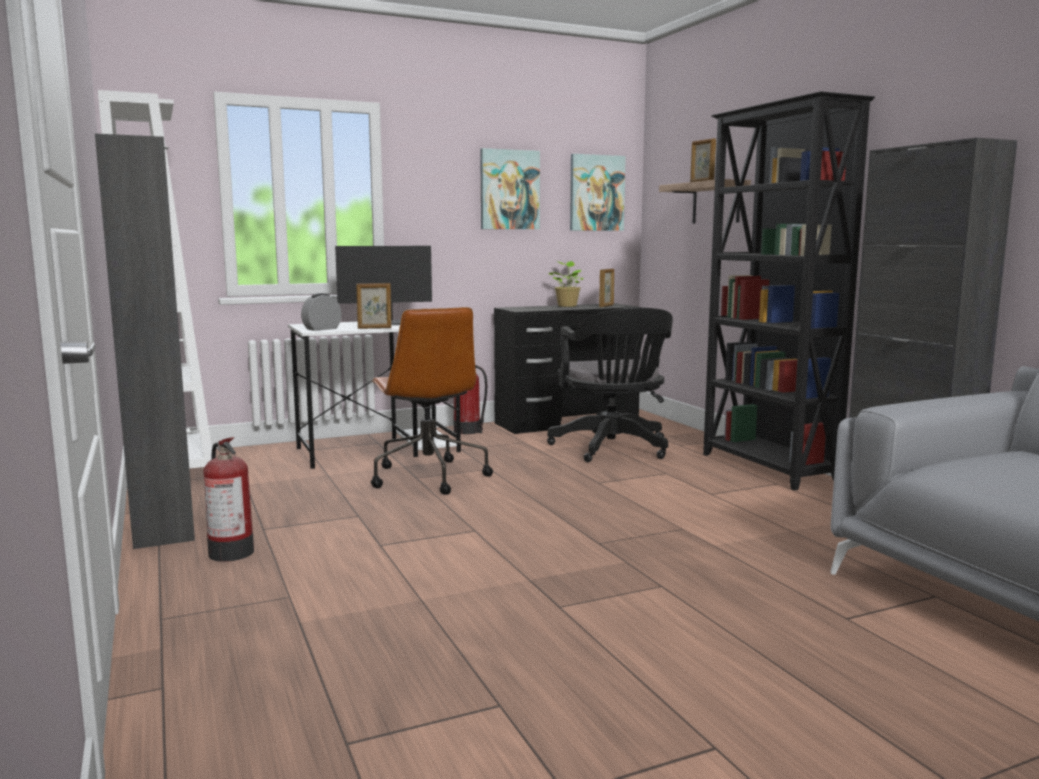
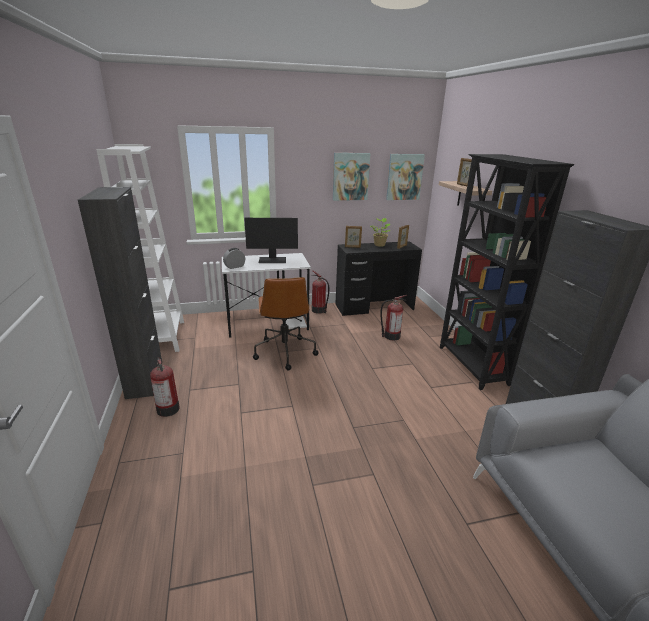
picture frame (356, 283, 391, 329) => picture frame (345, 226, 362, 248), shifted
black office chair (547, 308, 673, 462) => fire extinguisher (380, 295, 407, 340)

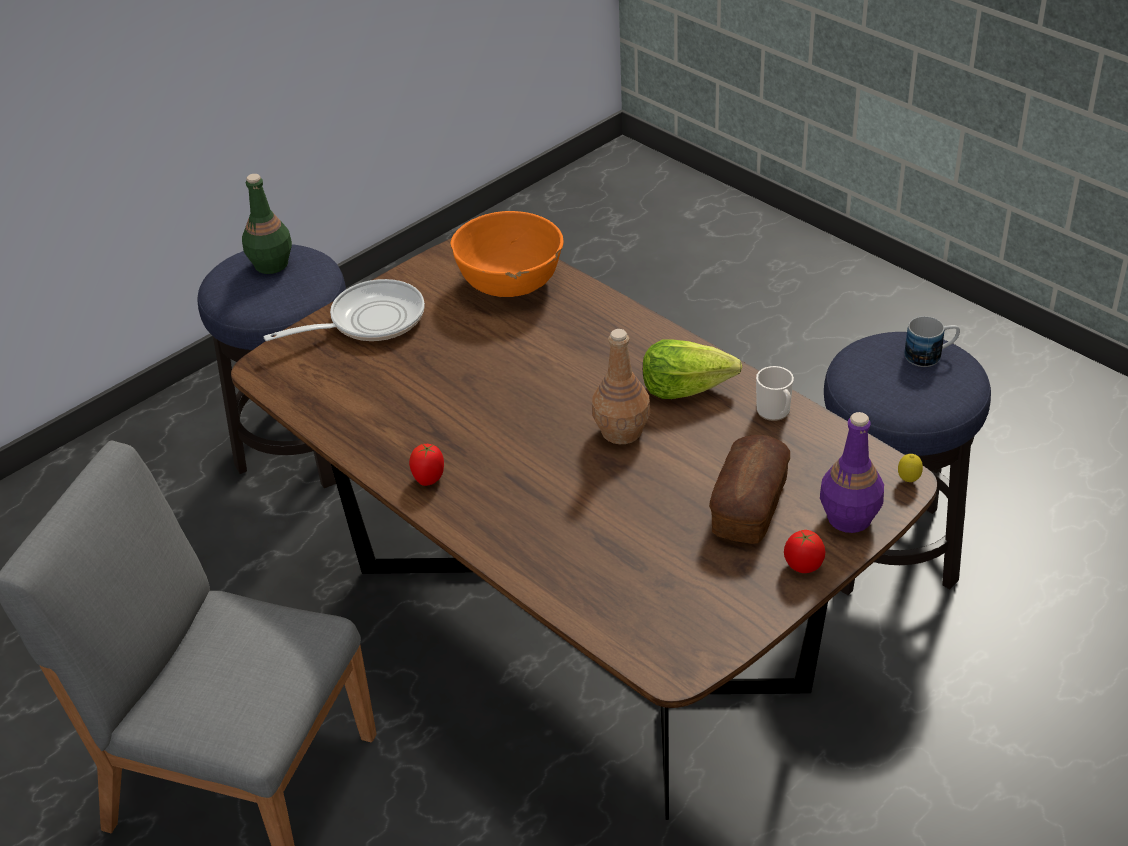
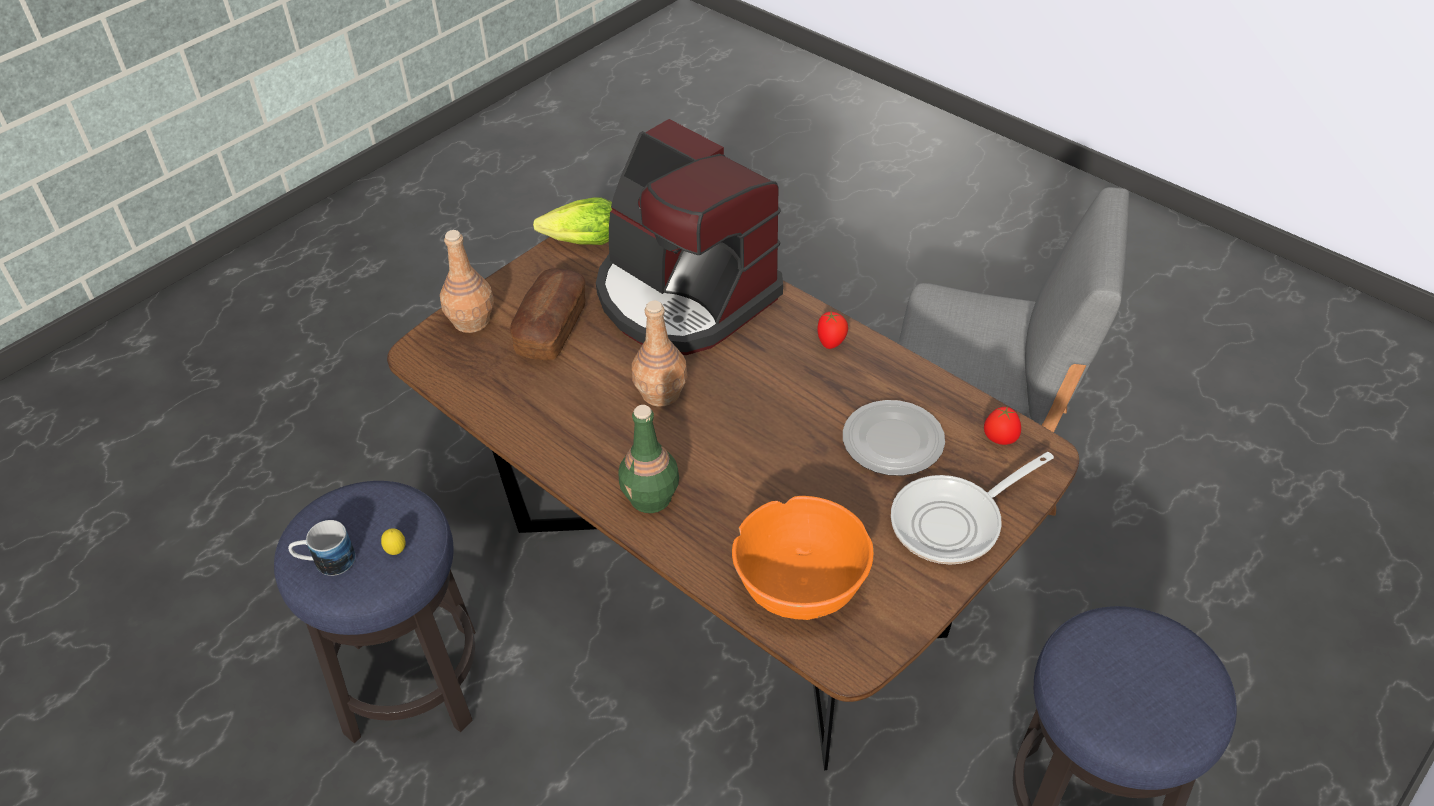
lemon (898, 454, 923, 482) => lemon (381, 528, 406, 555), shifted
purple bottle (820, 412, 884, 533) => brown bottle (440, 230, 494, 333)
lettuce (643, 339, 742, 399) => lettuce (533, 197, 613, 245), shifted
nothing => coffee machine (596, 119, 783, 355)
green bottle (242, 174, 292, 274) => green bottle (618, 405, 679, 513), shifted
nothing => plate (843, 400, 945, 476)
tomato (784, 530, 825, 573) => tomato (984, 406, 1021, 445), shifted
mug (756, 366, 794, 421) => nothing

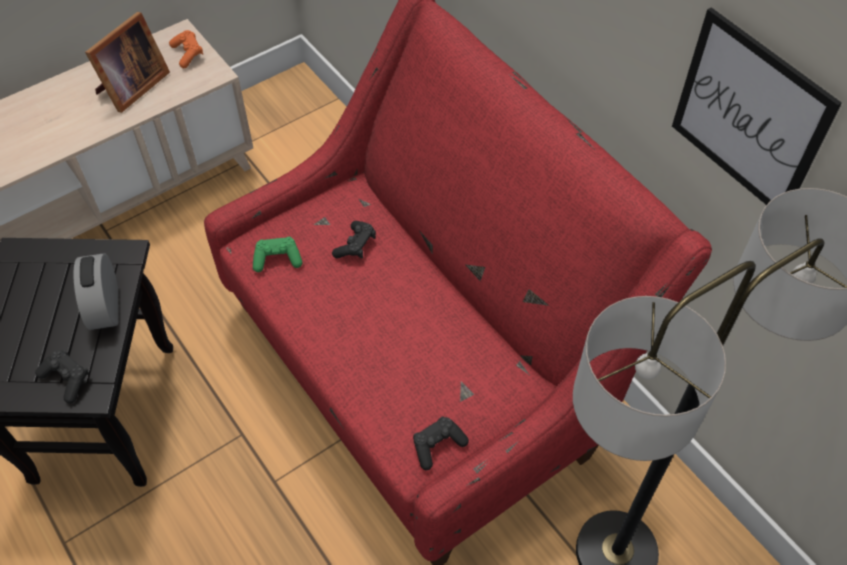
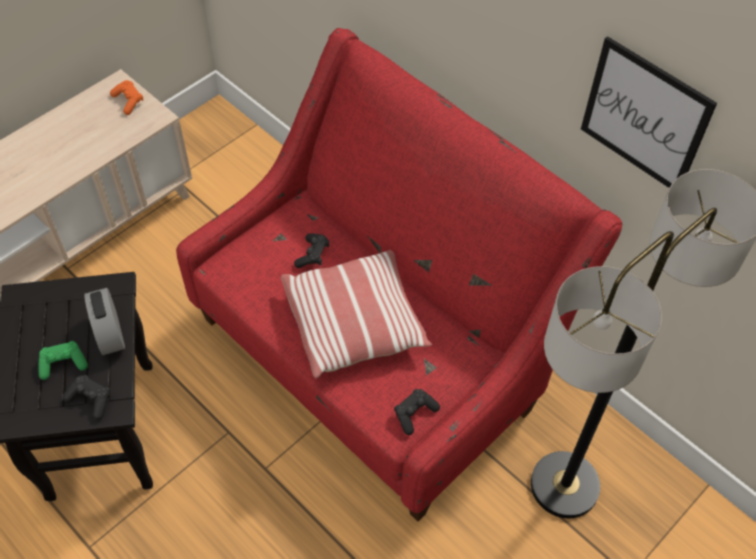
green game controller (253, 237, 303, 272) => green game controller (38, 341, 88, 380), shifted
nothing => pillow (281, 250, 432, 378)
picture frame (85, 12, 170, 113) => nothing

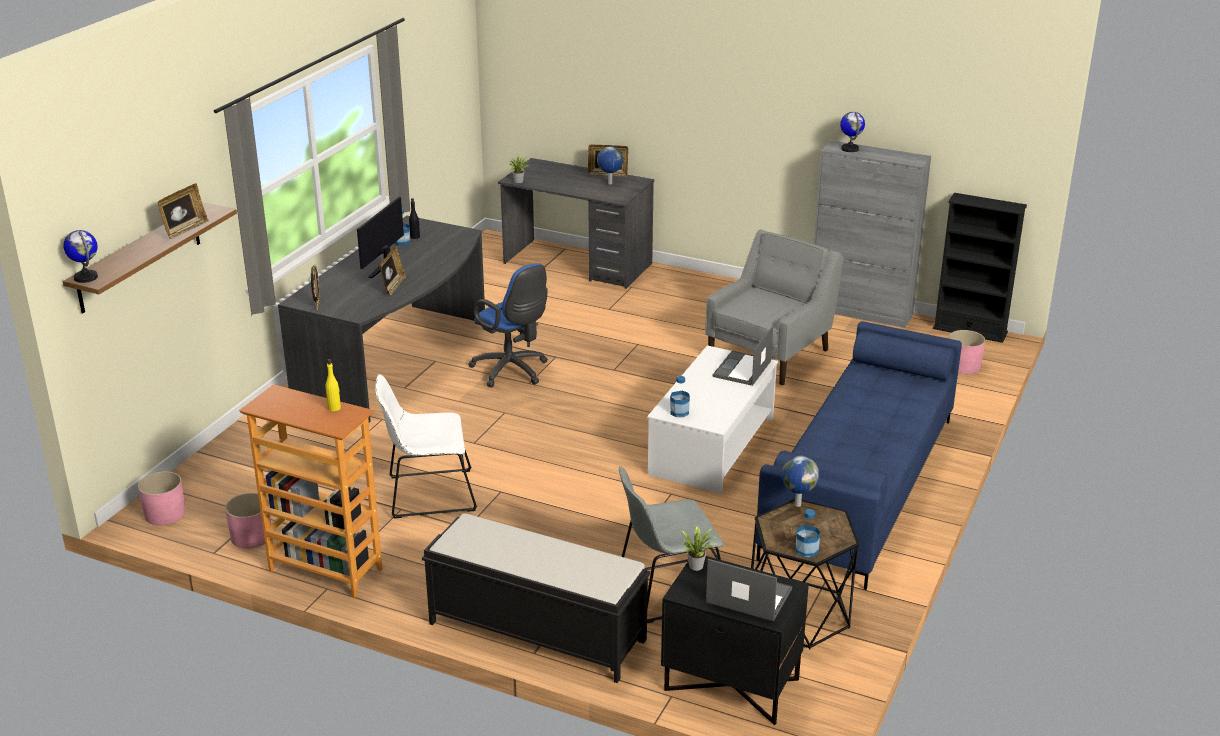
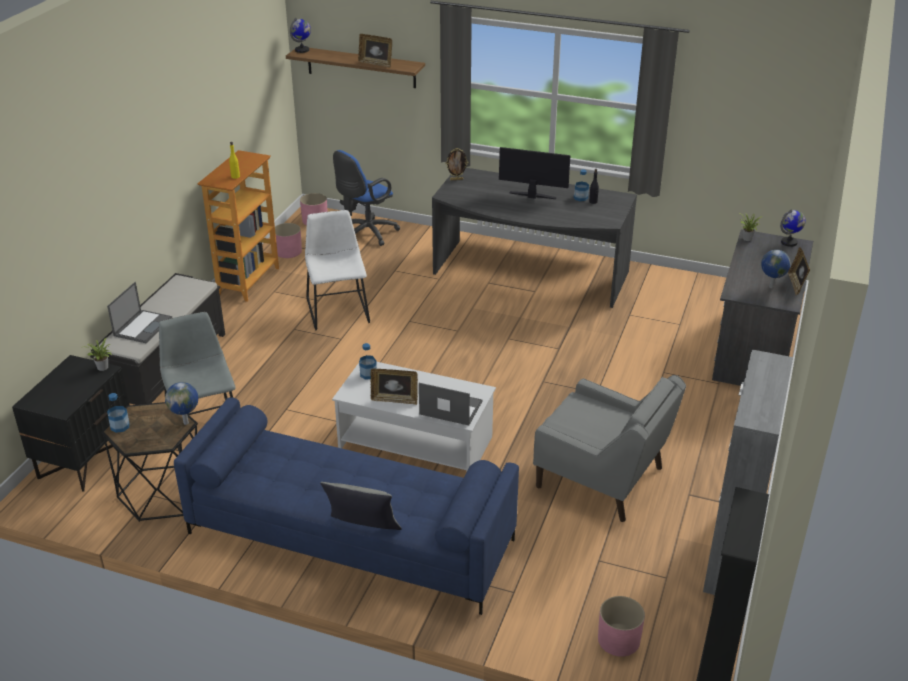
laptop (706, 559, 792, 621) => laptop (107, 282, 172, 343), shifted
nothing => grey pillow (320, 482, 402, 530)
blue office chair (468, 263, 548, 387) => blue office chair (333, 150, 400, 246), shifted
picture frame (379, 245, 407, 296) => picture frame (370, 369, 418, 405), shifted
globe (840, 111, 865, 152) => globe (780, 209, 806, 247), shifted

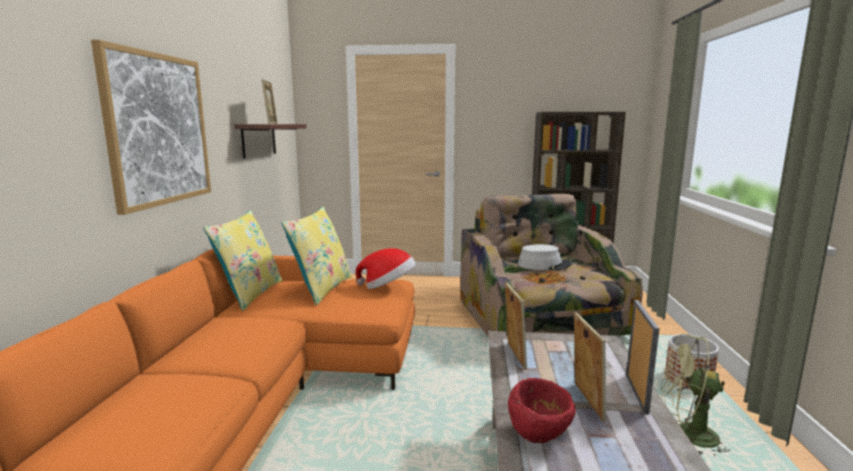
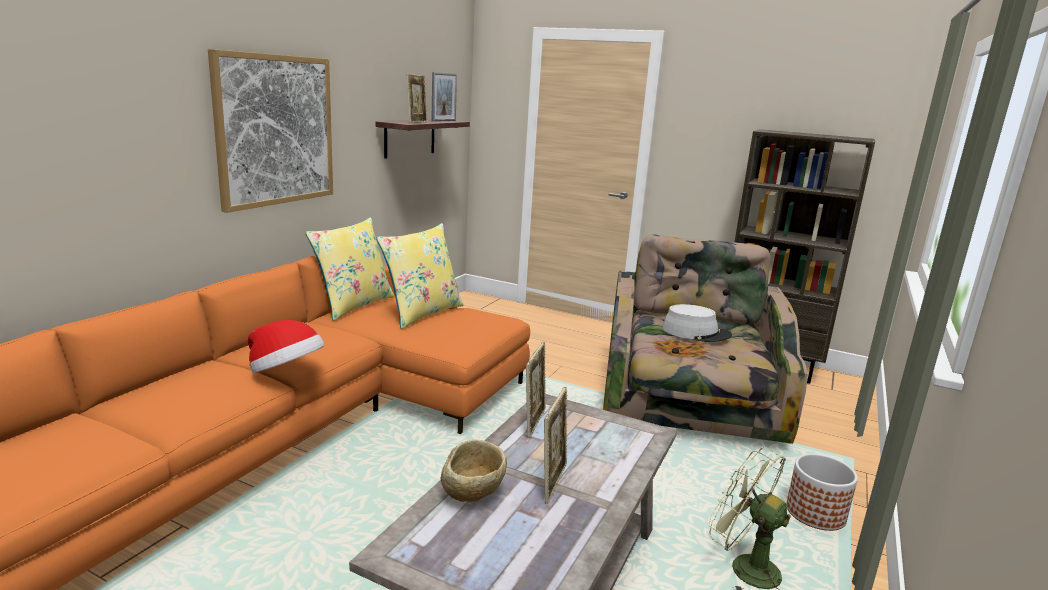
hat (355, 248, 416, 289) => hat (248, 320, 324, 373), shifted
picture frame (626, 300, 659, 415) => picture frame (431, 72, 457, 122), shifted
red bowl (508, 378, 576, 443) => beige bowl (441, 439, 507, 502)

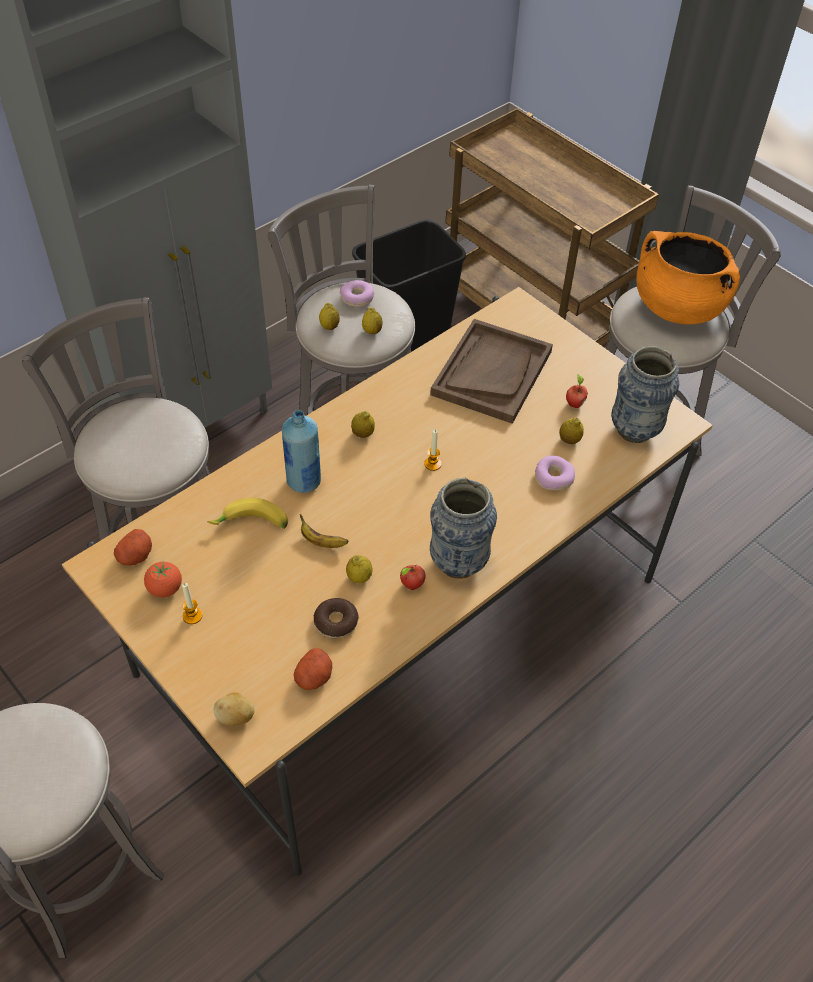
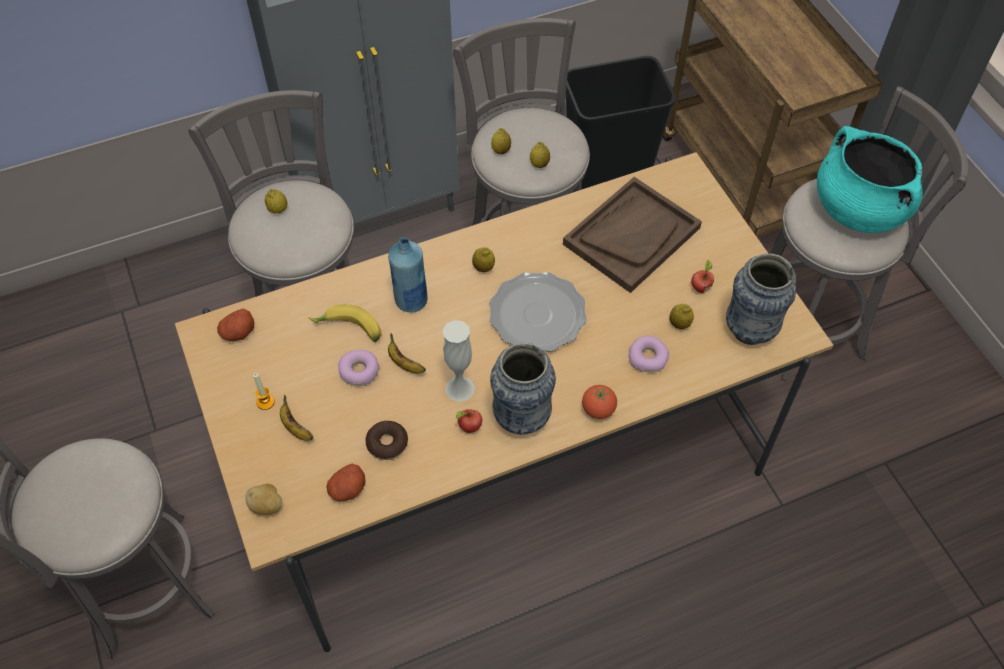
lemon (346, 555, 372, 583) => lemon (265, 189, 288, 214), shifted
nothing => banana (280, 395, 313, 441)
donut (340, 280, 374, 307) => donut (338, 350, 379, 387), shifted
nothing => white vase (443, 320, 475, 402)
candle (424, 429, 442, 471) => plate (489, 272, 587, 352)
tomato (144, 562, 182, 598) => tomato (582, 385, 617, 419), shifted
orange cooking pot (636, 231, 740, 325) => turquoise cooking pot (817, 126, 923, 233)

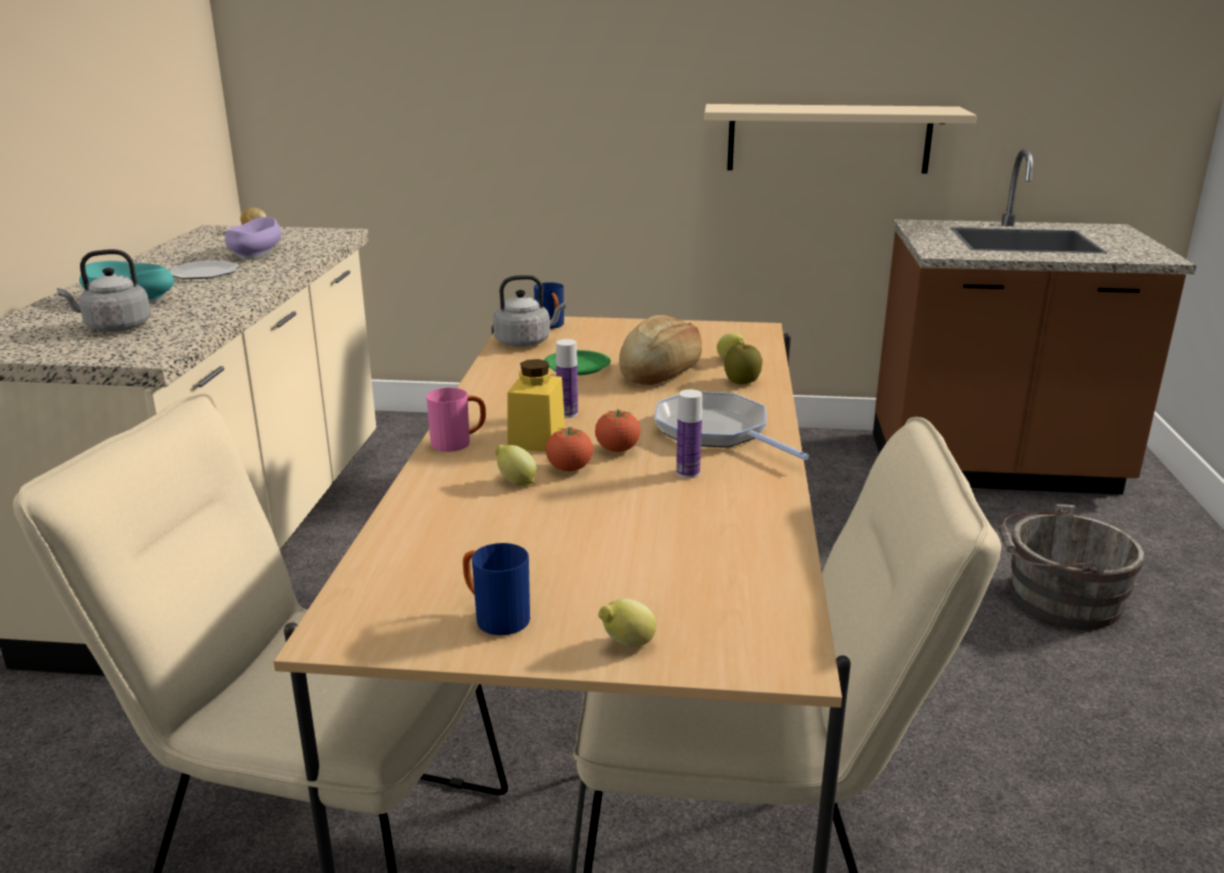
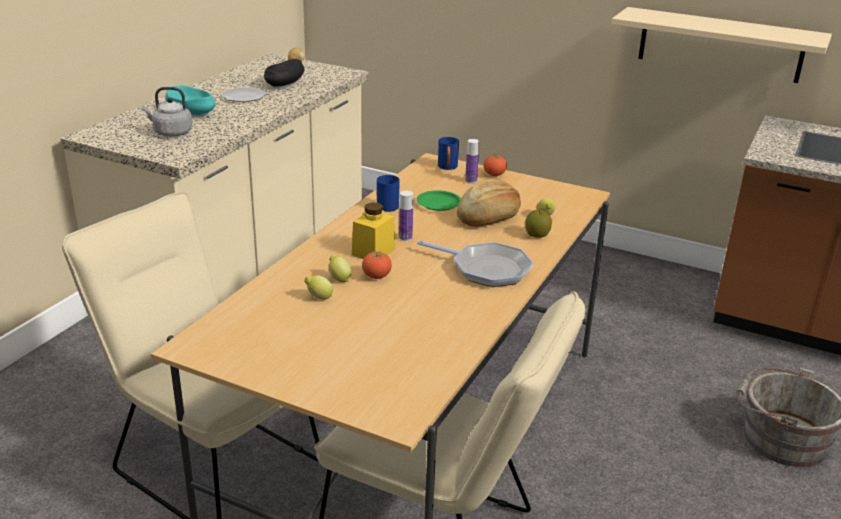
purple bowl (225, 217, 281, 260) => black bowl (264, 59, 304, 89)
lemon (598, 599, 656, 647) => lemon (304, 275, 333, 300), shifted
blue mug (463, 543, 530, 635) => blue mug (377, 175, 400, 212), shifted
frying pan (654, 392, 809, 460) => frying pan (417, 241, 533, 287), 135 degrees clockwise
bottle (676, 389, 702, 478) => bottle (465, 139, 479, 184), shifted
tomato (595, 409, 640, 452) => tomato (483, 155, 507, 176), shifted
pink mug (426, 388, 486, 452) => nothing
grey kettle (493, 275, 566, 347) => nothing

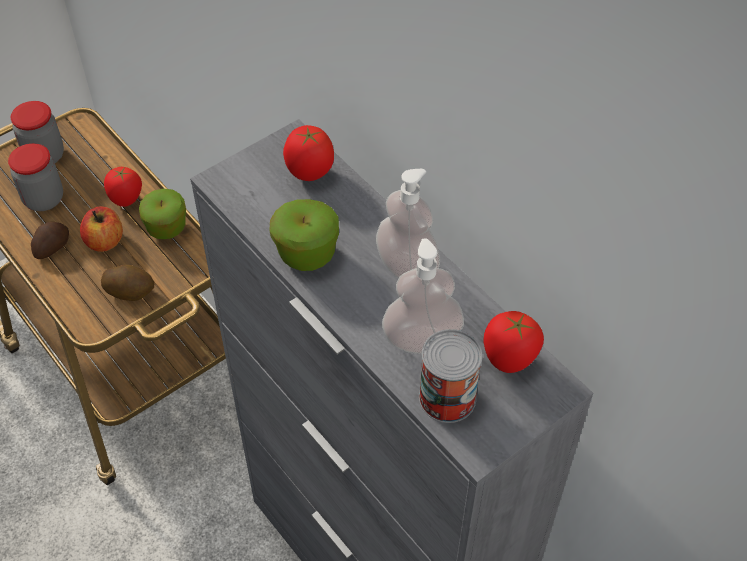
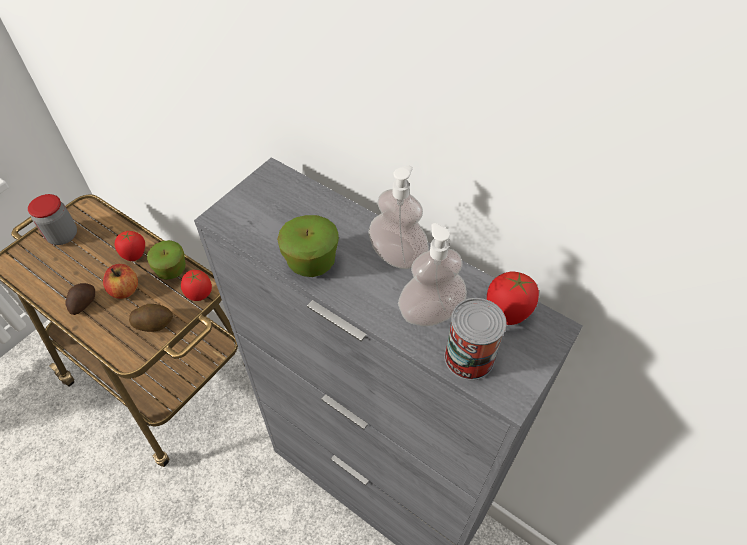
tomato (283, 125, 334, 181) => tomato (181, 270, 212, 301), shifted
jar (8, 143, 63, 211) => nothing

